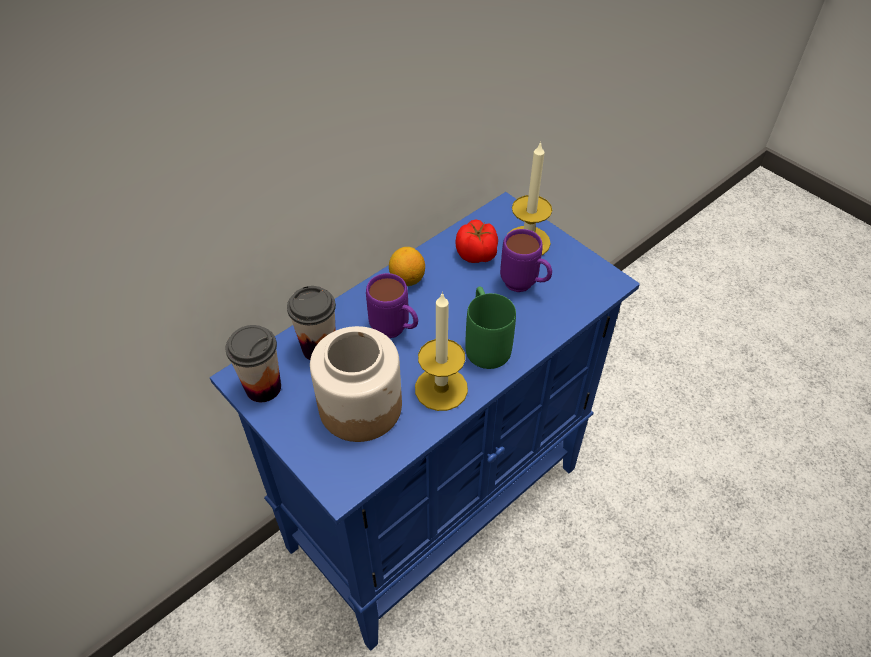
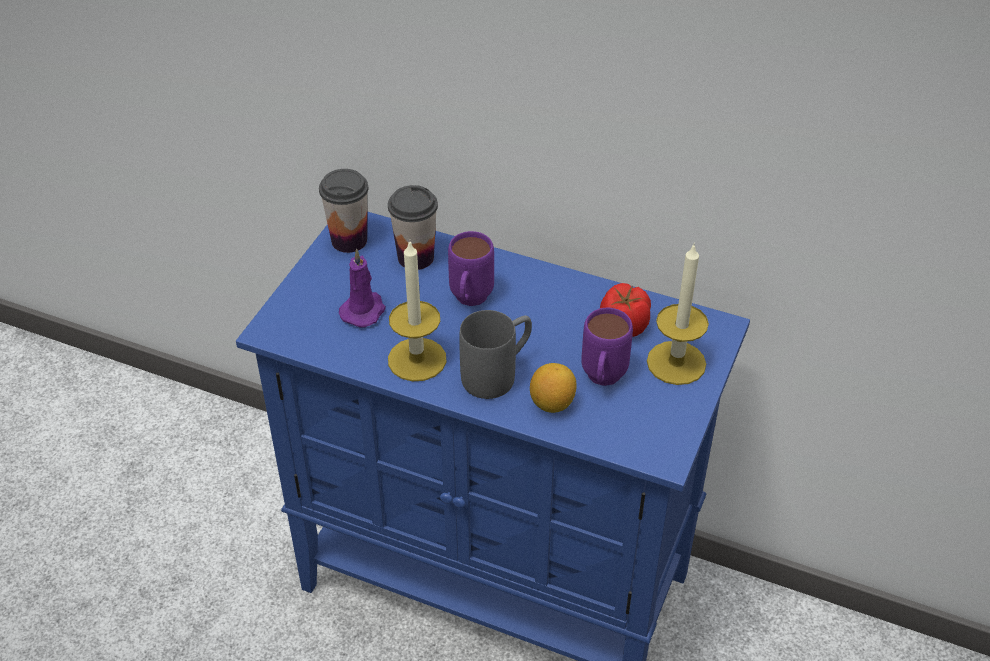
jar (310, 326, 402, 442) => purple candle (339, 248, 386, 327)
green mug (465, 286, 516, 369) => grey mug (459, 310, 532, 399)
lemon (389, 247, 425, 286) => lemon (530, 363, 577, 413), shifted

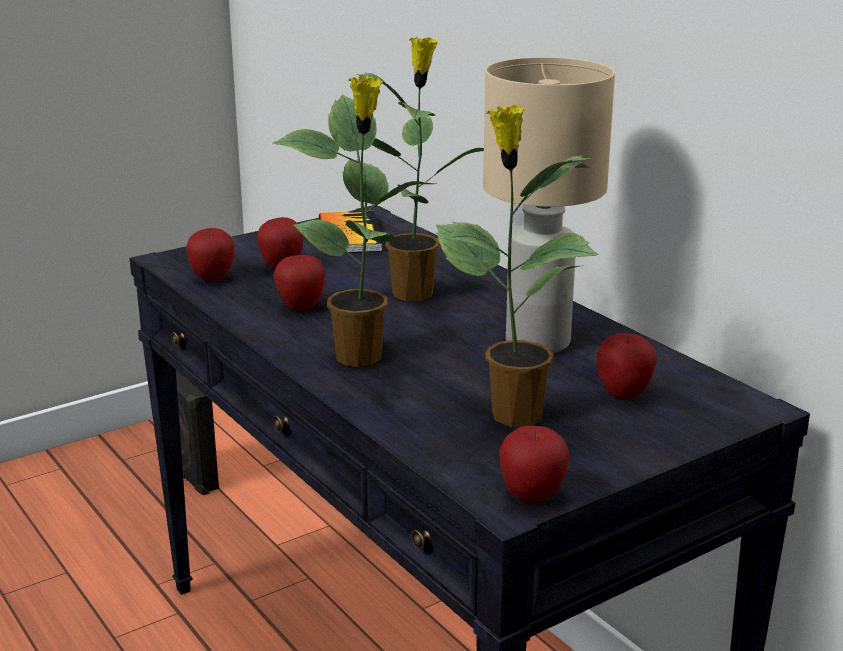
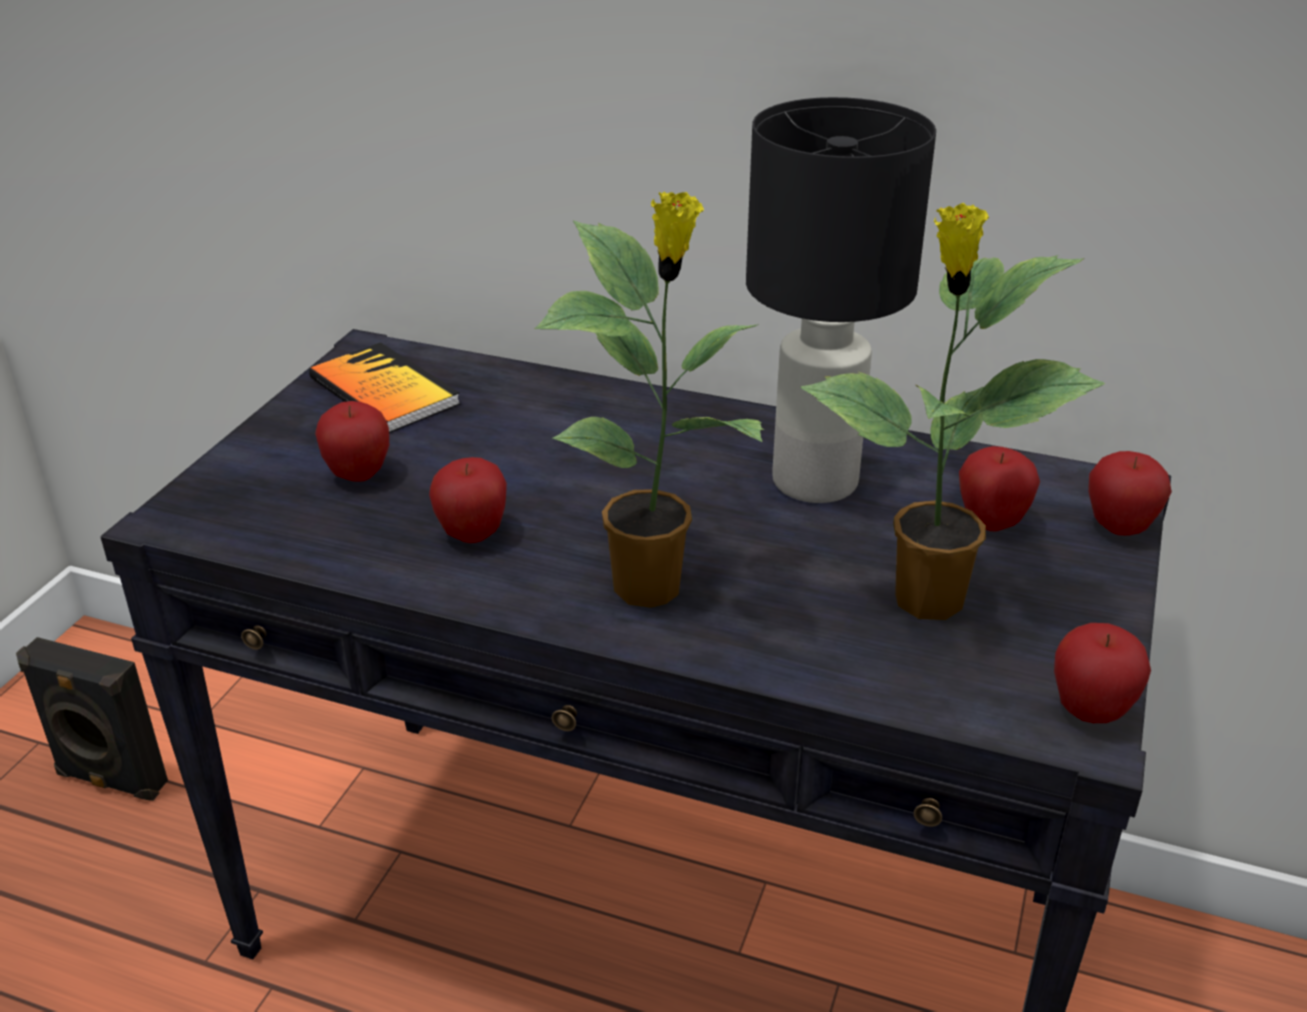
beige table lamp (483, 57, 615, 353) => black table lamp (746, 97, 936, 503)
apple (186, 228, 235, 282) => apple (1088, 451, 1172, 536), shifted
potted plant (356, 37, 484, 301) => nothing

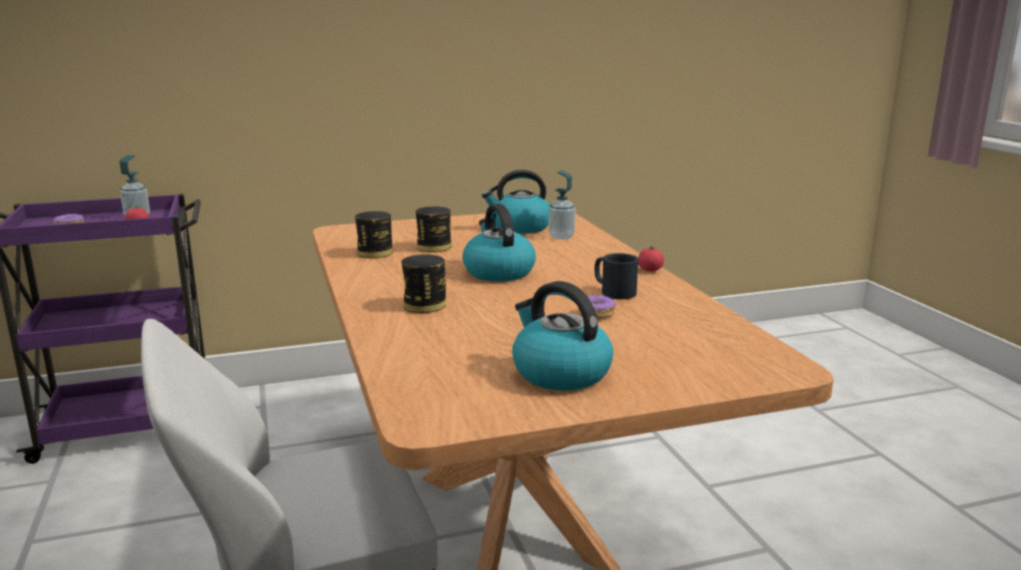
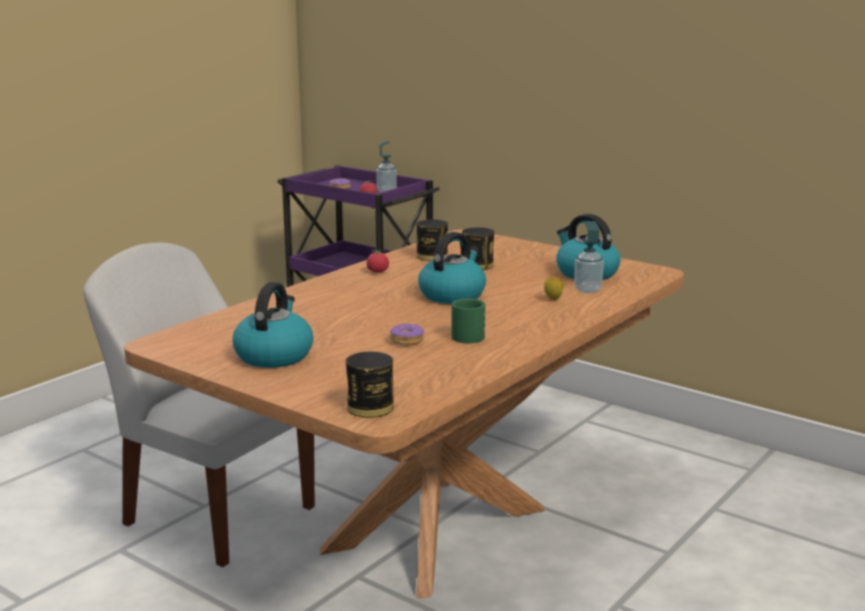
can (401, 255, 446, 313) => can (346, 352, 394, 418), shifted
tomato (638, 244, 664, 271) => tomato (367, 250, 389, 273), shifted
black mug (594, 253, 638, 299) => green mug (451, 298, 485, 343)
nothing => lemon (544, 276, 563, 300)

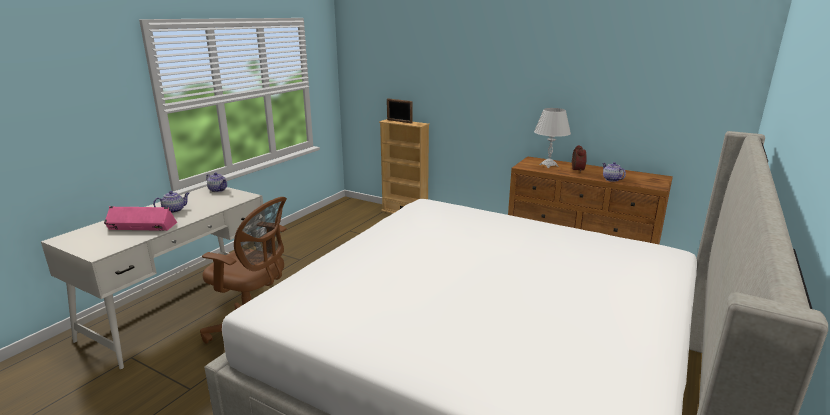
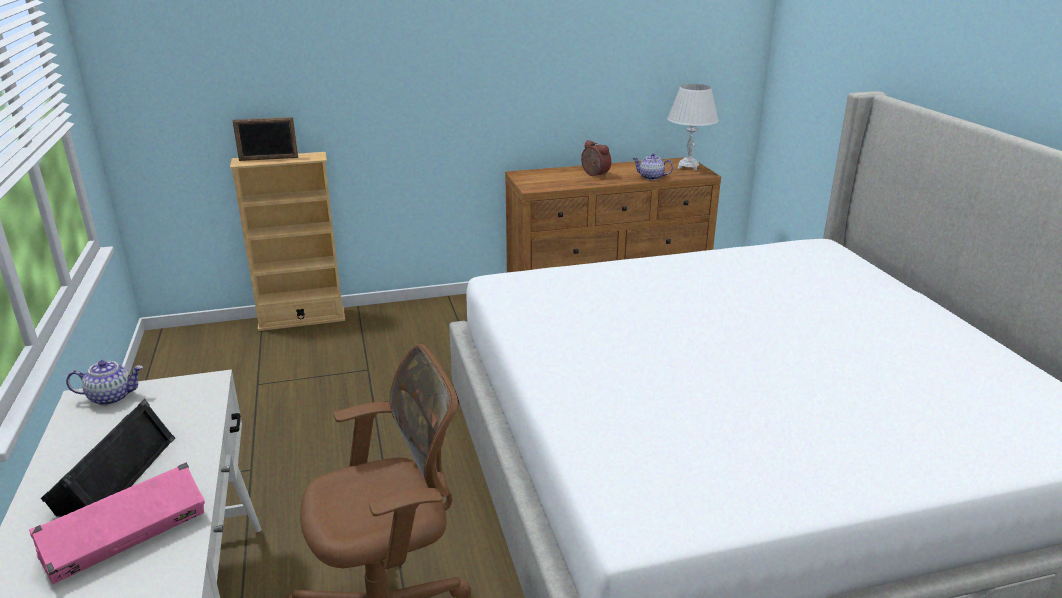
teapot (153, 191, 189, 213) => black speaker (41, 399, 175, 517)
white table lamp (534, 108, 571, 168) => white table lamp (667, 84, 719, 170), shifted

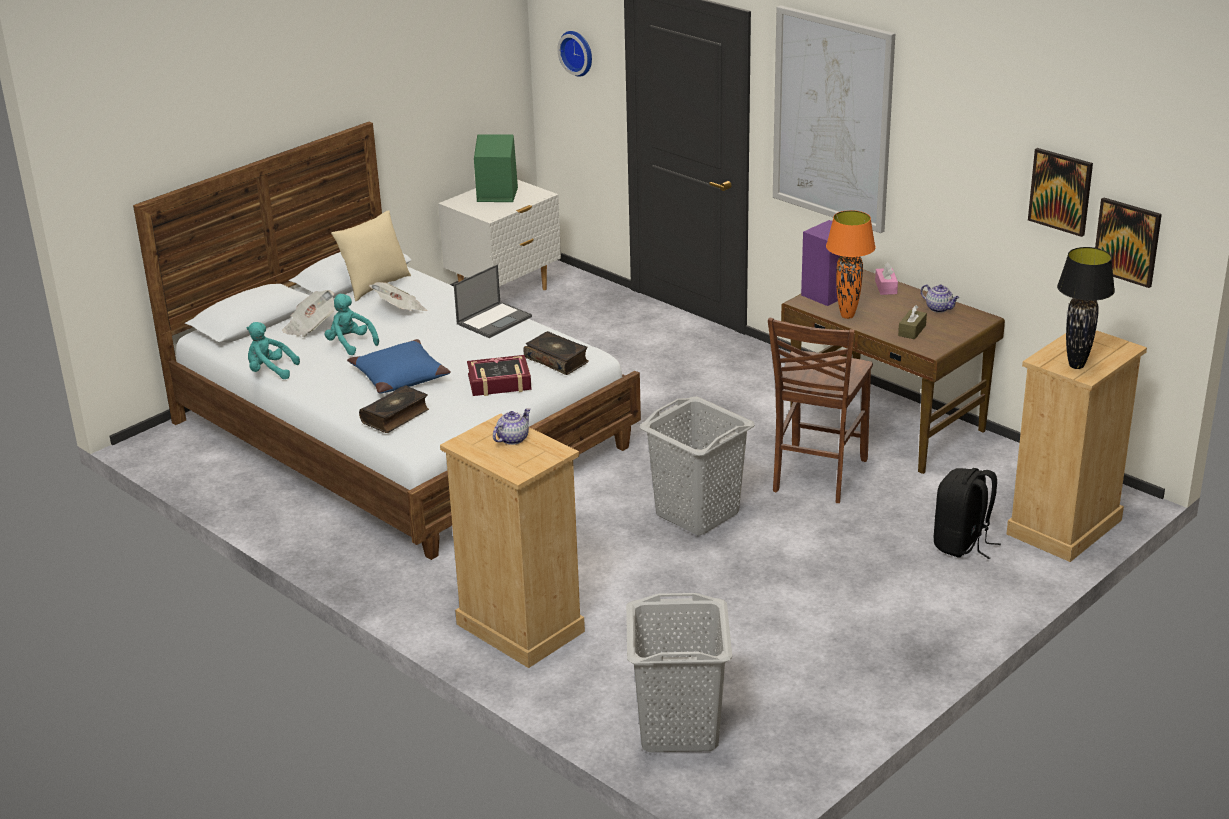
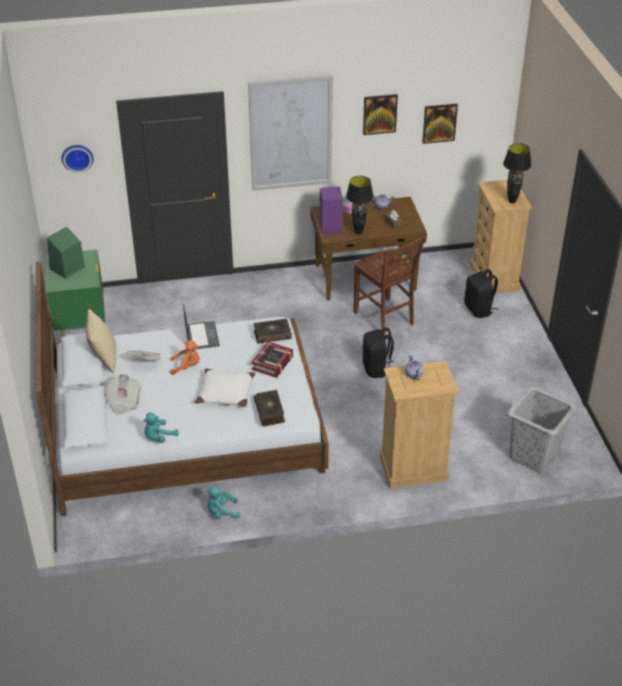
white nightstand (438, 179, 561, 290) => green nightstand (46, 249, 105, 337)
nothing => orange plush toy (170, 340, 200, 375)
blue pillow (347, 339, 451, 394) => white pillow (195, 368, 255, 407)
turquoise plush toy (325, 294, 379, 355) => turquoise plush toy (206, 486, 240, 519), shifted
orange table lamp (826, 210, 876, 319) => black table lamp (346, 176, 374, 234)
grey laundry basket (639, 396, 755, 535) => black backpack (362, 328, 394, 378)
picture (1095, 197, 1162, 288) => picture (363, 94, 398, 135), shifted

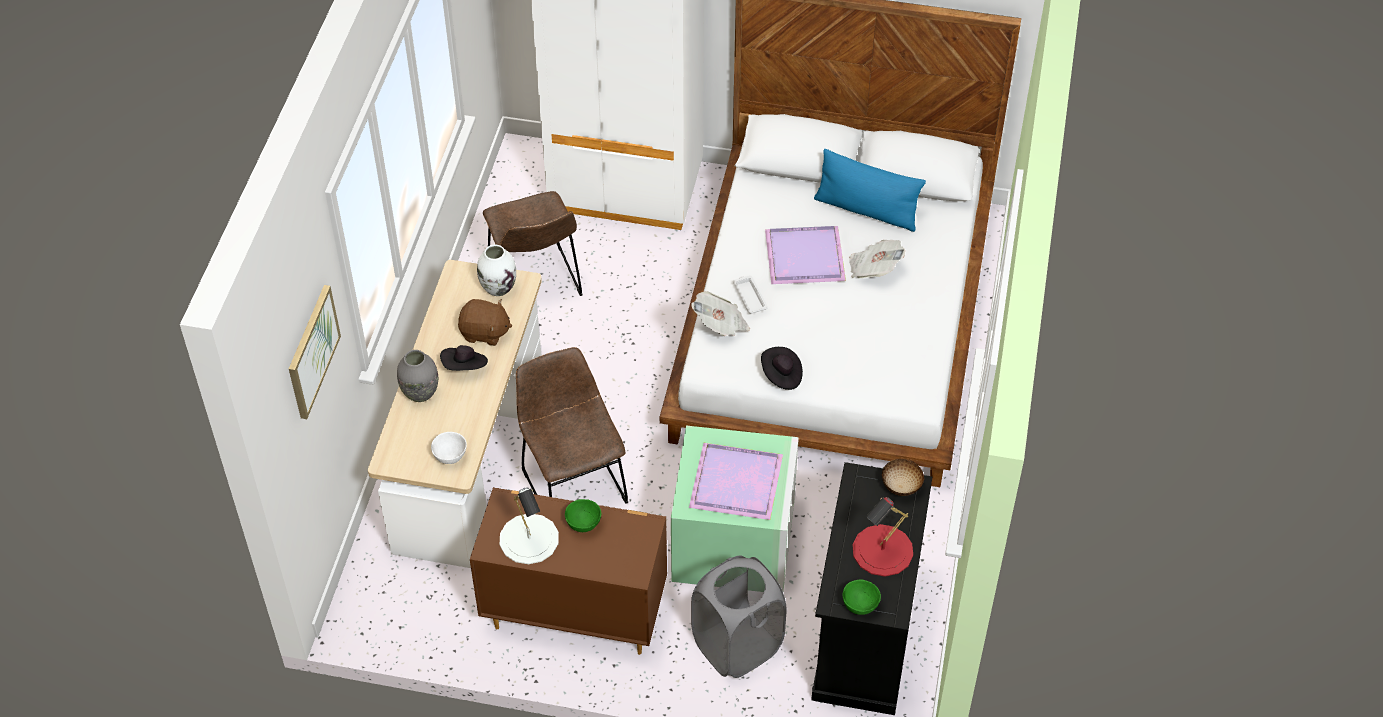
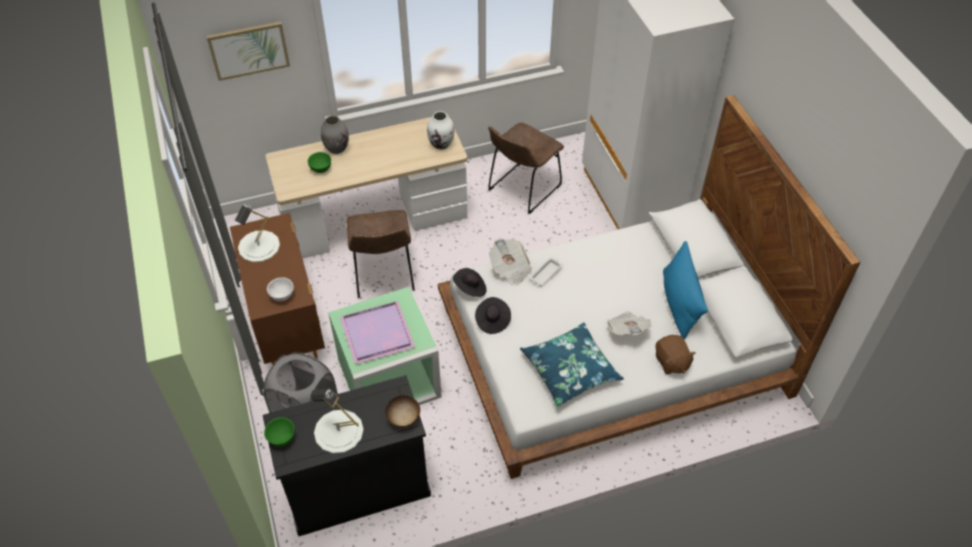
white bowl (431, 432, 467, 464) => white bowl (267, 277, 294, 301), shifted
green bowl (565, 499, 601, 532) => green bowl (308, 152, 331, 173), shifted
red table lamp (853, 497, 913, 577) => white table lamp (311, 388, 364, 453)
brown chair (516, 347, 628, 504) => brown chair (346, 210, 415, 298), 135 degrees clockwise
black hat (440, 345, 488, 371) => black hat (453, 268, 486, 297), shifted
nothing => blue pillow (520, 322, 624, 408)
brown plush toy (458, 299, 512, 346) => brown plush toy (655, 335, 696, 374), shifted
purple tray (765, 226, 846, 284) => nothing

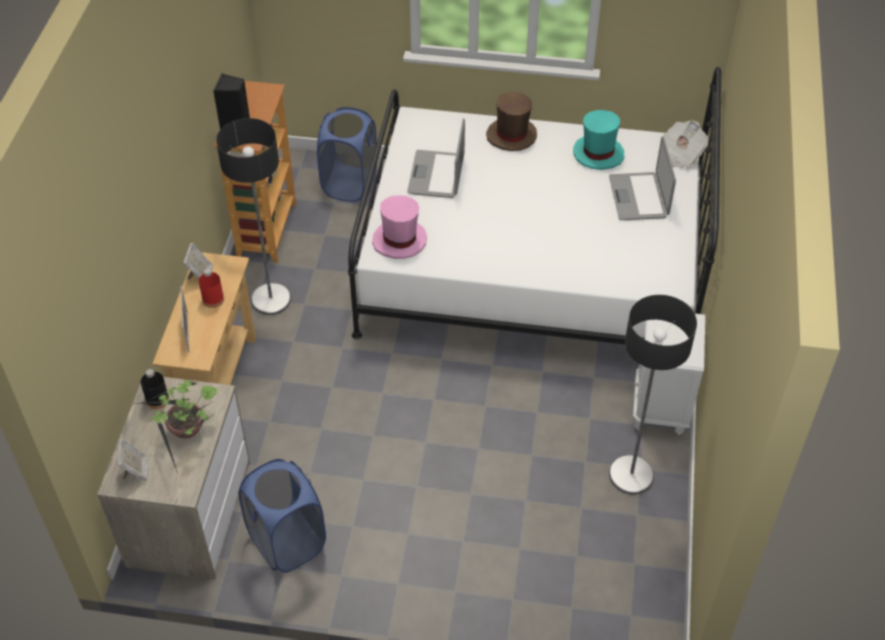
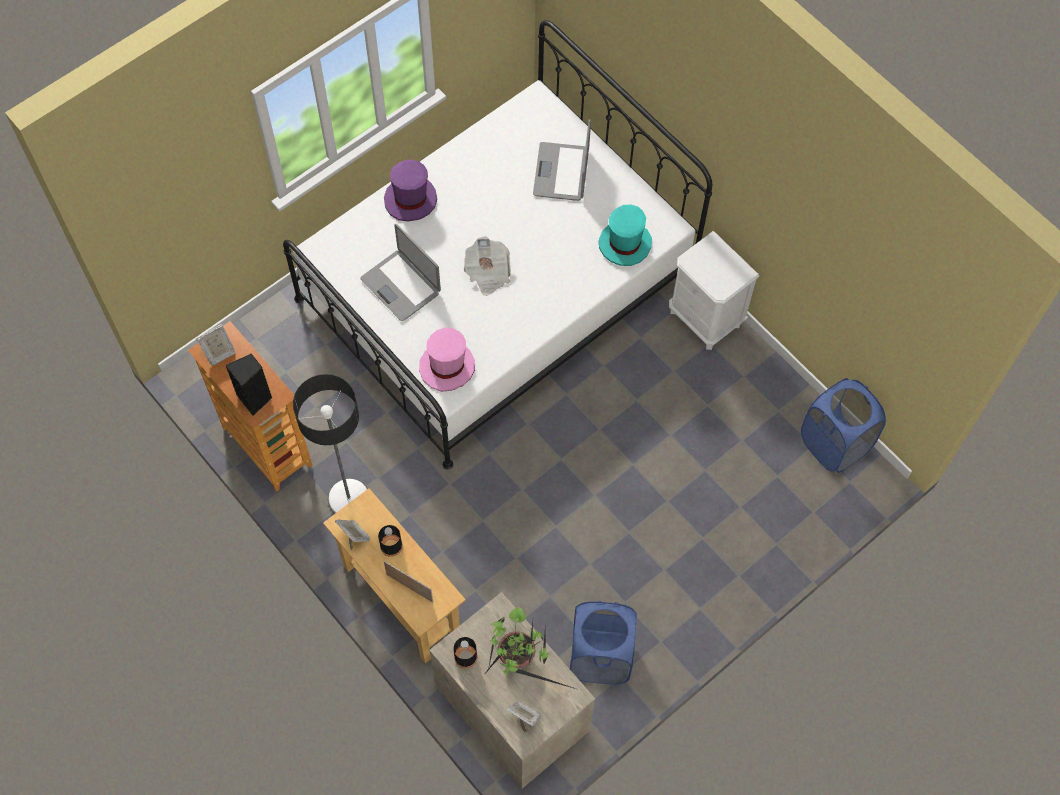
nothing => picture frame (196, 324, 236, 366)
red bottle (199, 269, 224, 308) => black bottle (378, 525, 403, 557)
brown hat (486, 92, 537, 151) => purple hat (384, 160, 437, 221)
newspaper (663, 120, 708, 169) => newspaper (464, 236, 511, 296), shifted
laptop (609, 137, 676, 220) => laptop (533, 119, 591, 201), 60 degrees clockwise
turquoise hat (573, 110, 624, 170) => turquoise hat (599, 205, 652, 266), shifted
blue laundry basket (317, 107, 377, 202) => blue laundry basket (801, 378, 886, 473), shifted
floor lamp (609, 295, 697, 495) => nothing

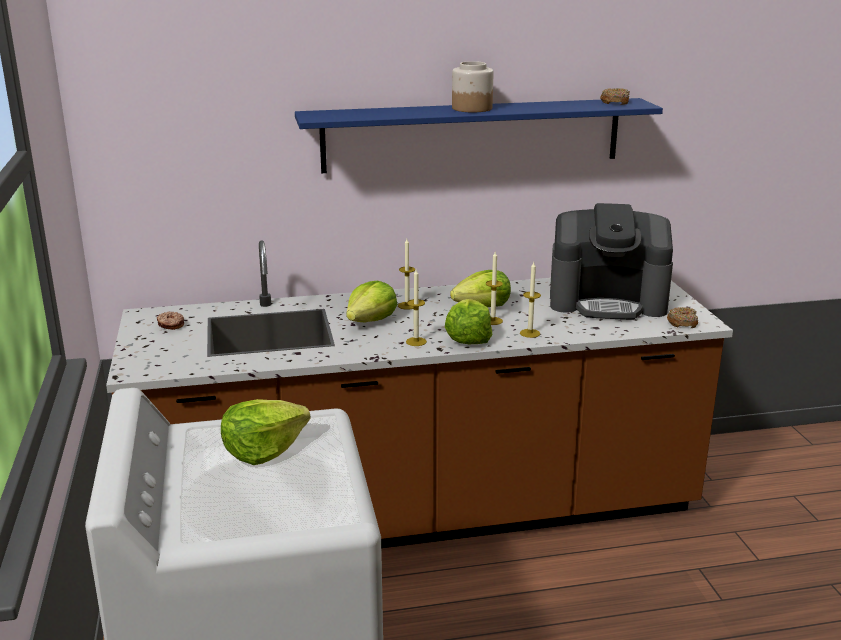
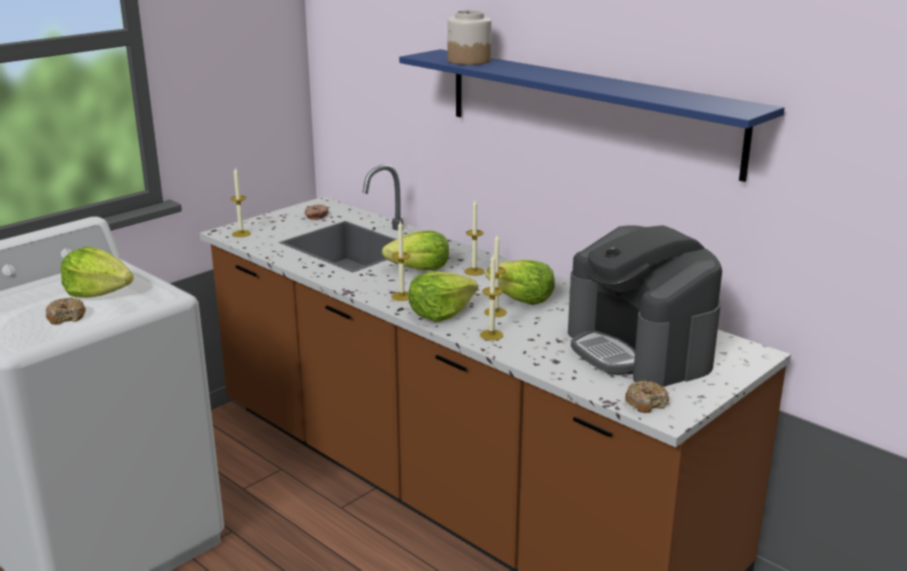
donut (600, 88, 630, 105) => donut (46, 298, 86, 325), shifted
nothing => candle (230, 168, 251, 237)
jar (452, 61, 494, 112) => jar (447, 10, 492, 65), shifted

